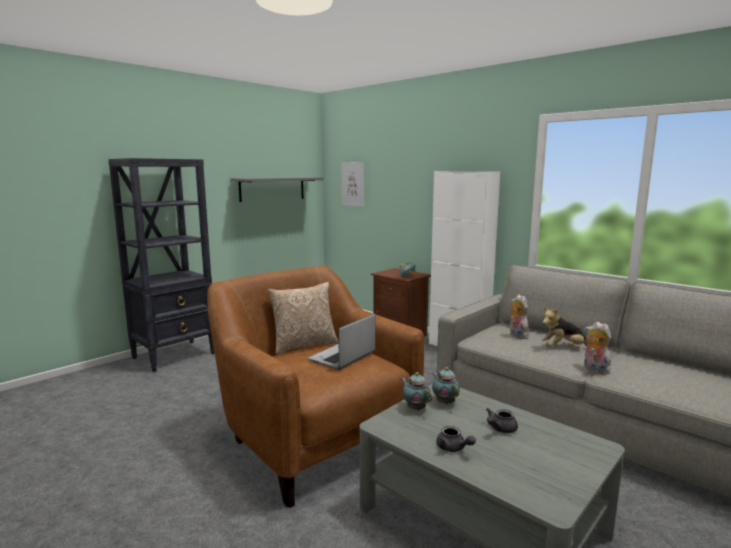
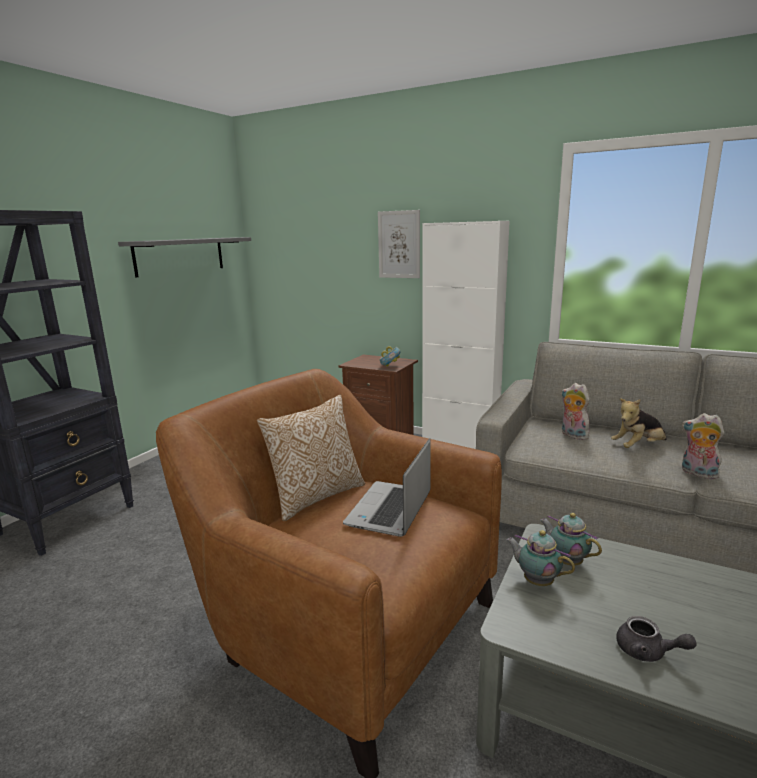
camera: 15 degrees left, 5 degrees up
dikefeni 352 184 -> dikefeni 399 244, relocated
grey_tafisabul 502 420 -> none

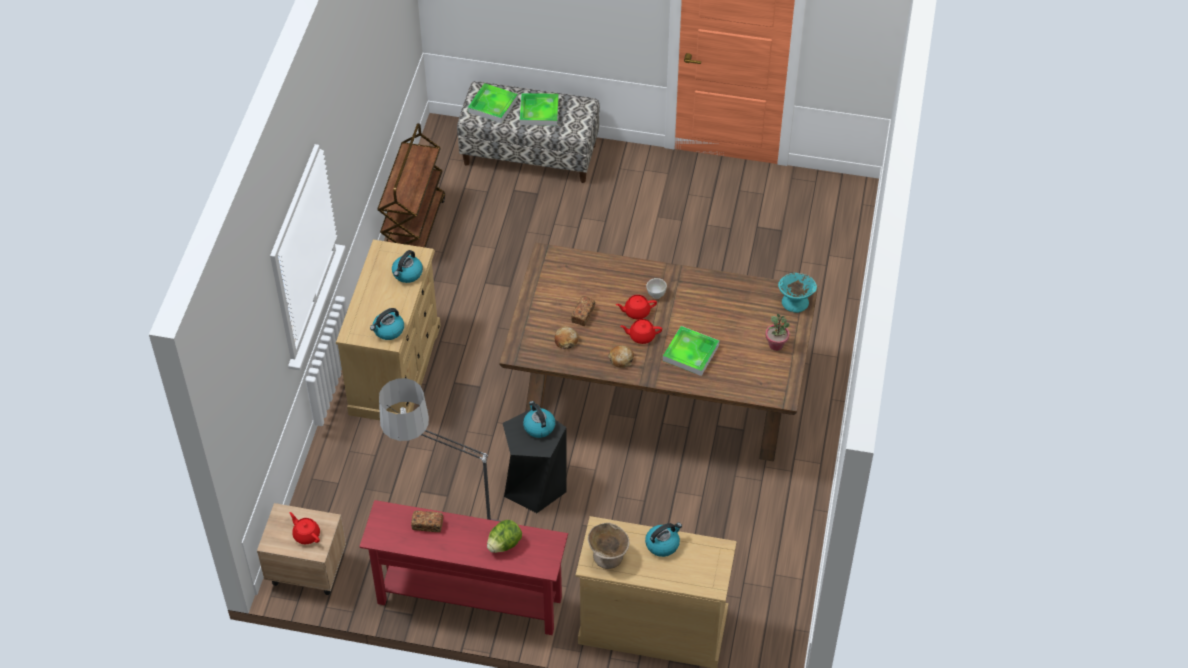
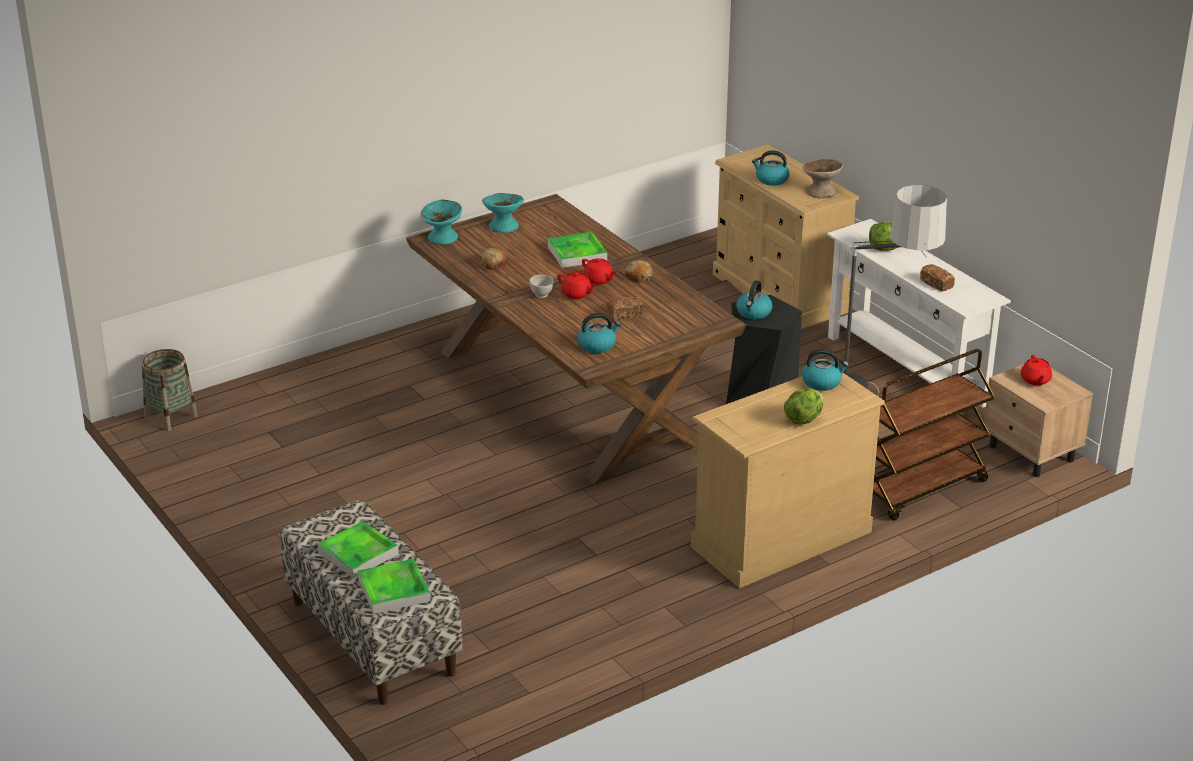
camera: 135 degrees left, 20 degrees down
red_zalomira 463 567 -> white_zalomira 919 313
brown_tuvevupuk 411 185 -> brown_tuvevupuk 934 435, relocated
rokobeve 407 266 -> rokobeve 599 333, relocated
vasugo 566 337 -> vasugo 494 259, relocated
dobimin 777 332 -> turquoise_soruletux 503 213
none -> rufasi 170 390
none -> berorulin 803 406

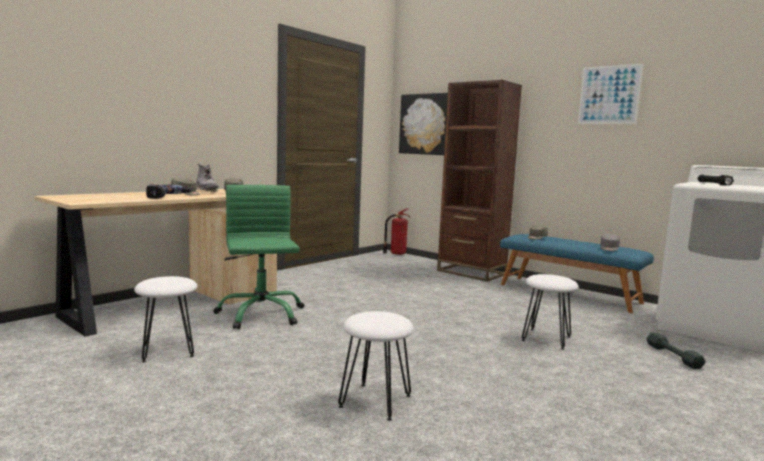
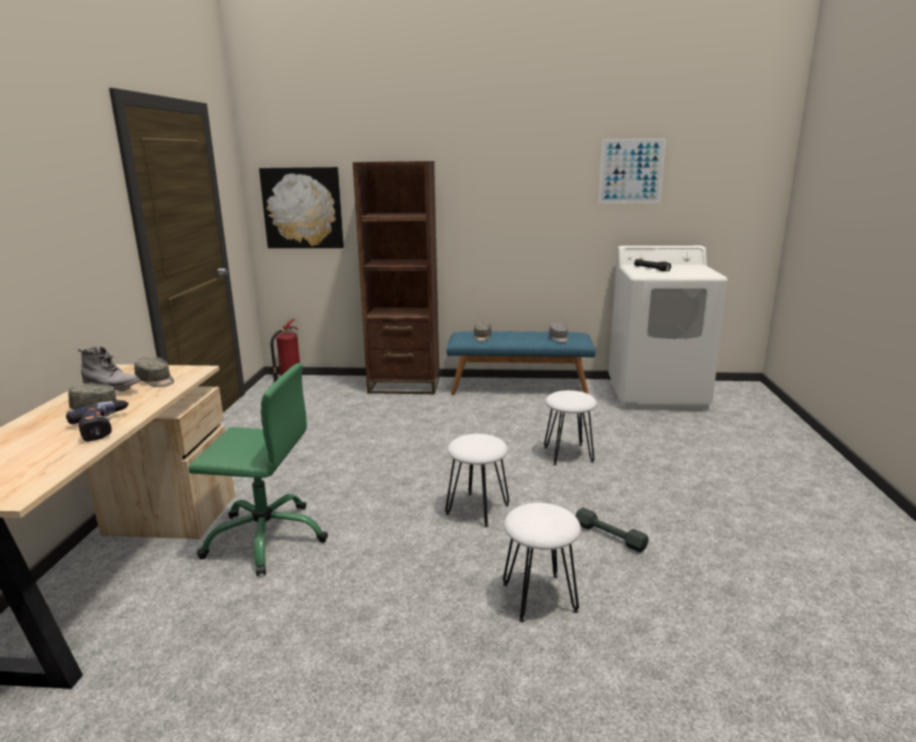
camera: 35 degrees left, 10 degrees up
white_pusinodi 165 319 -> white_pusinodi 477 480, relocated
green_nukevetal 258 257 -> green_nukevetal 258 469, 150 degrees clockwise
dikefeni 610 93 -> dikefeni 632 170, relocated
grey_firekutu 675 350 -> grey_firekutu 612 530, relocated

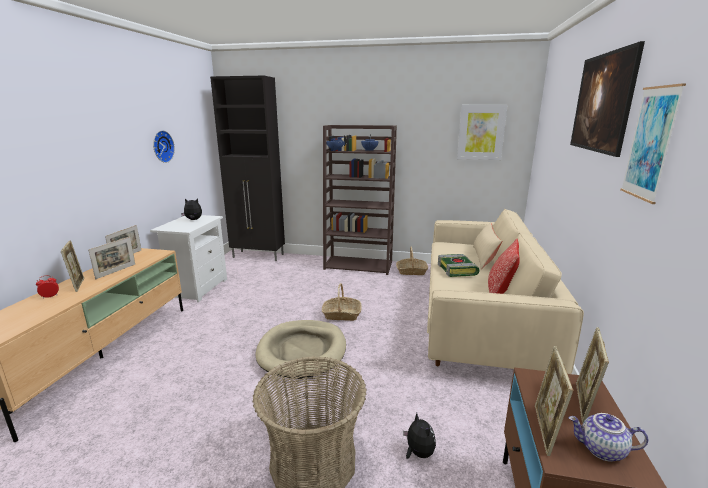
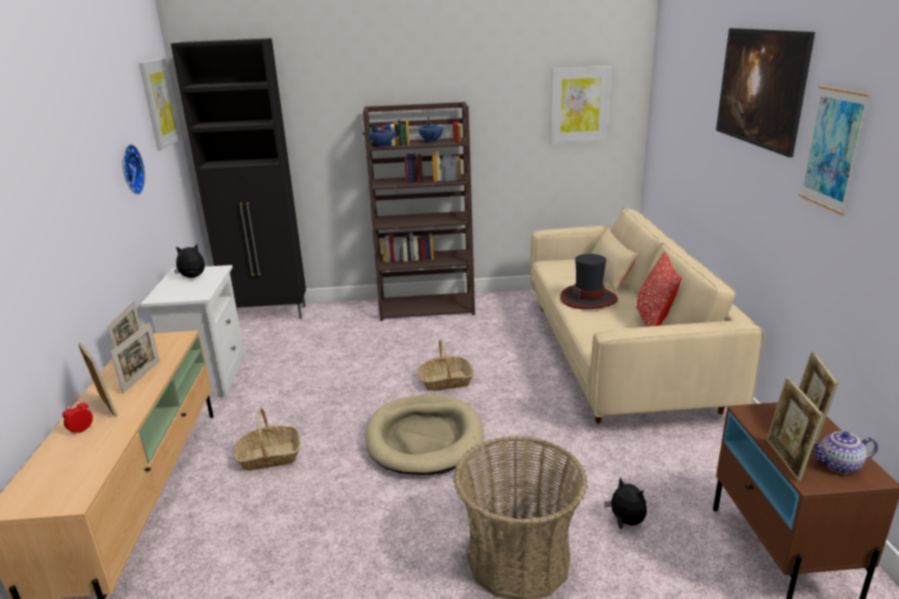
camera: 15 degrees left, 5 degrees up
rufasi 412 260 -> rufasi 267 439, relocated
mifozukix 459 265 -> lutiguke 589 281
none -> dikefeni 160 104

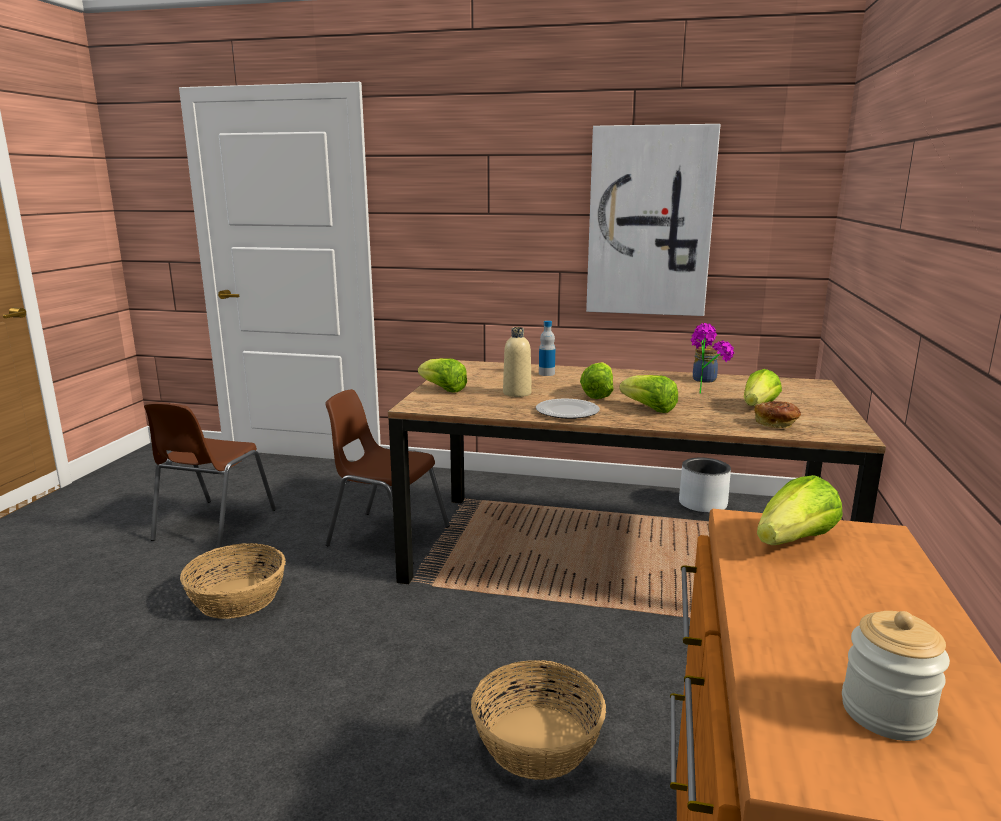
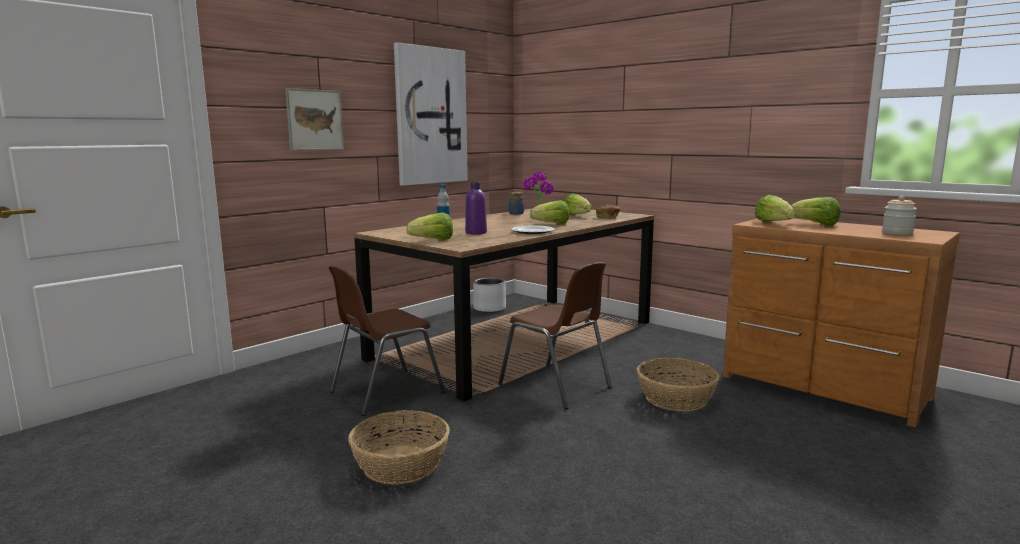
camera: 60 degrees left, 5 degrees down
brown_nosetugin 210 475 -> brown_nosetugin 555 335, relocated
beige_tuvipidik 517 362 -> purple_tuvipidik 476 208
berorulin 596 380 -> berorulin 816 211, relocated
none -> dikefeni 314 119

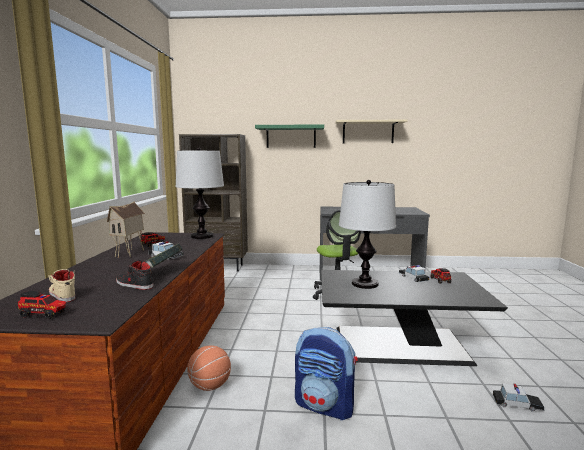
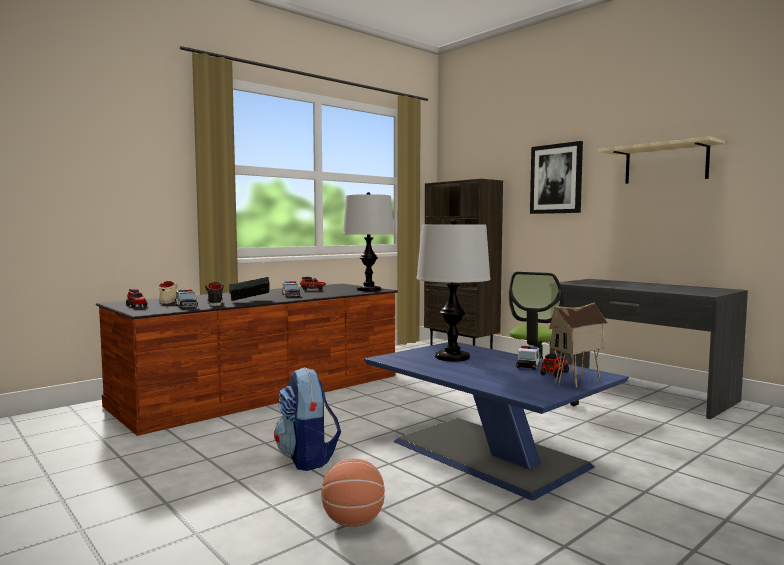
camera: 45 degrees right, 5 degrees down
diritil 126 229 -> diritil 578 345, relocated
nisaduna 209 368 -> nisaduna 353 493, relocated
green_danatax 289 136 -> dikefeni 556 177
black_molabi 414 318 -> blue_molabi 496 421
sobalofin 519 397 -> sobalofin 187 298, relocated

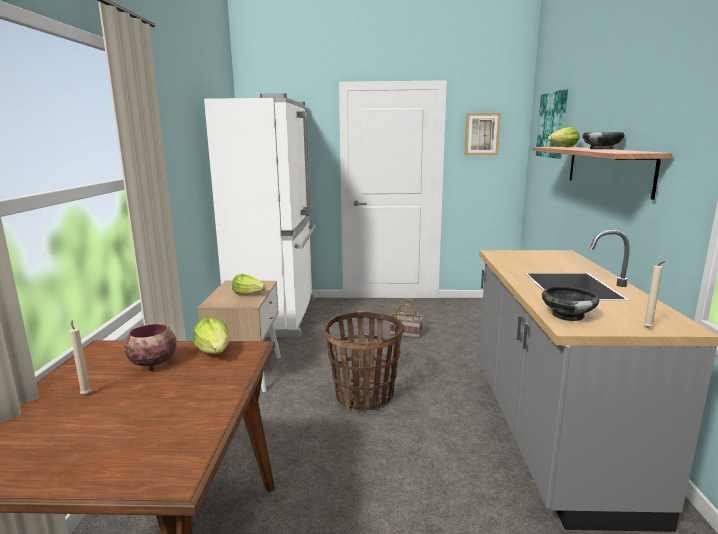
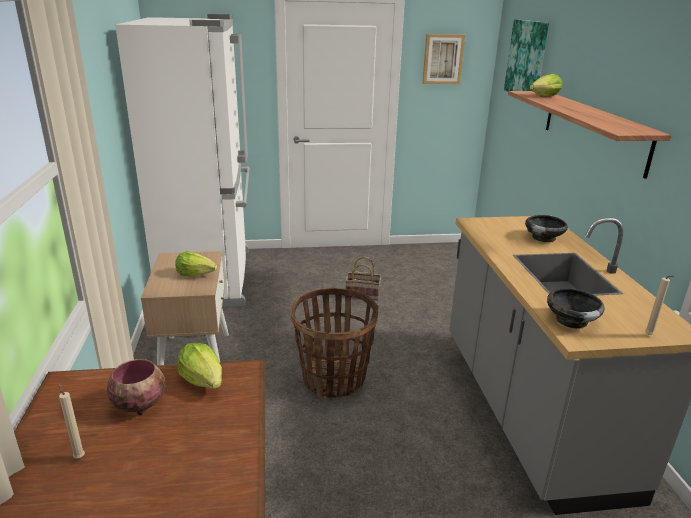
camera: 10 degrees left, 10 degrees up
black_soruletux 603 140 -> black_soruletux 546 228, relocated

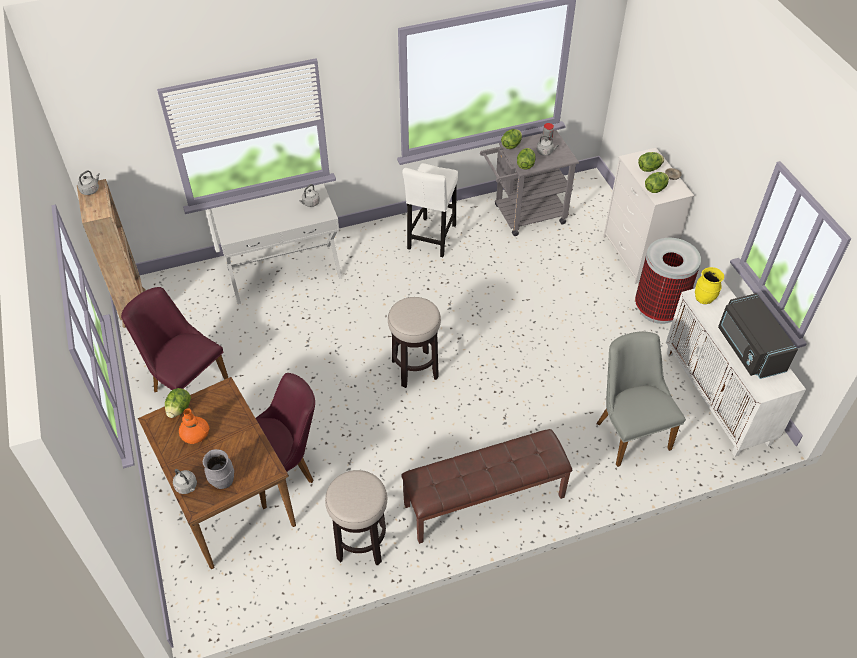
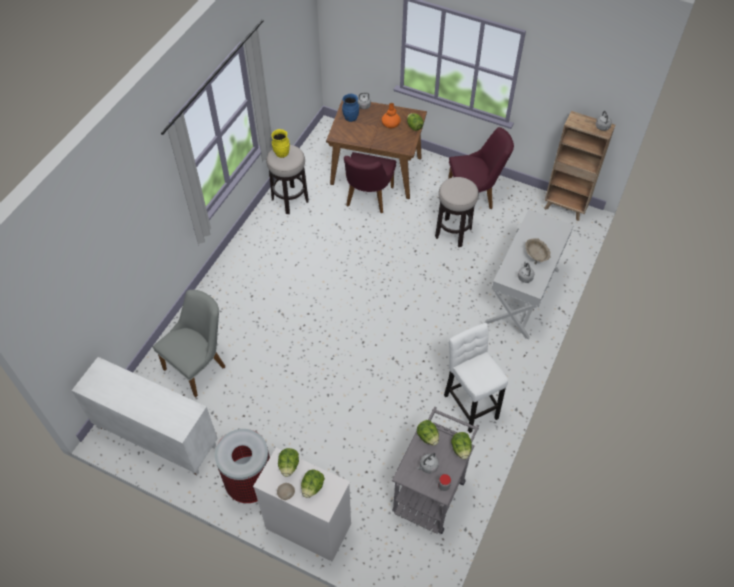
camera: 135 degrees right, 5 degrees up
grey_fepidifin 218 469 -> blue_fepidifin 350 108
pusinodi 414 342 -> pusinodi 457 212, relocated
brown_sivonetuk 486 486 -> none
grey_nosetugin 641 399 -> grey_nosetugin 189 344, 75 degrees counterclockwise
yellow_fepidifin 709 285 -> yellow_fepidifin 281 143, relocated
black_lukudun 758 336 -> none
none -> beige_soruletux 538 251

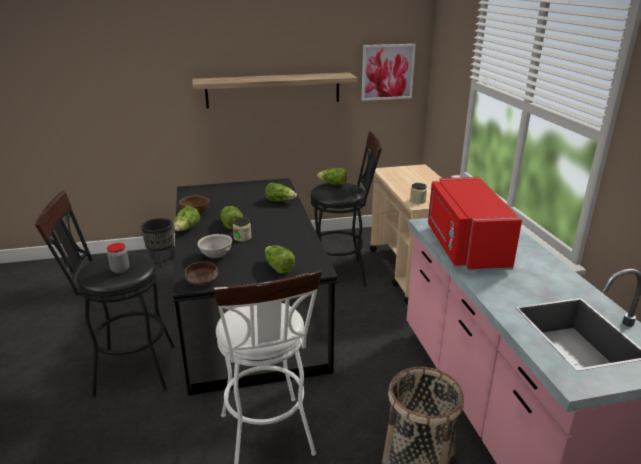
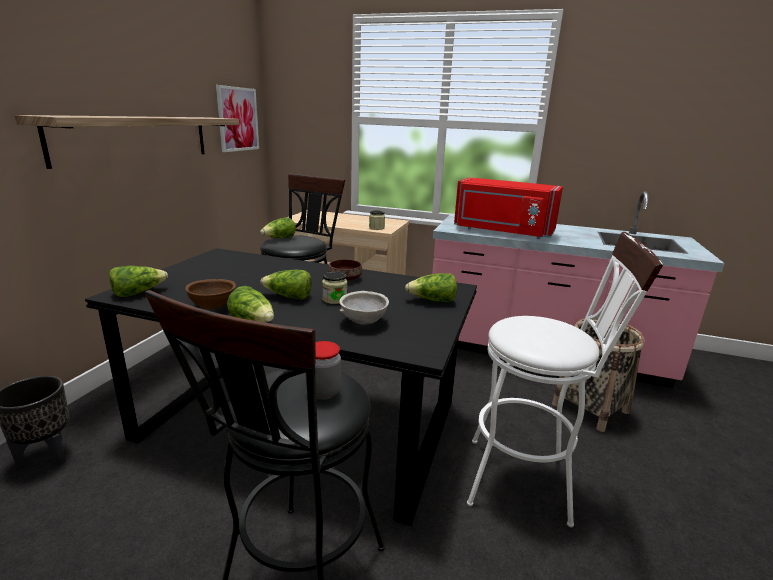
camera: 60 degrees left, 5 degrees down
brown_soruletux 201 274 -> brown_soruletux 345 269, relocated
berorulin 281 191 -> berorulin 138 281, relocated

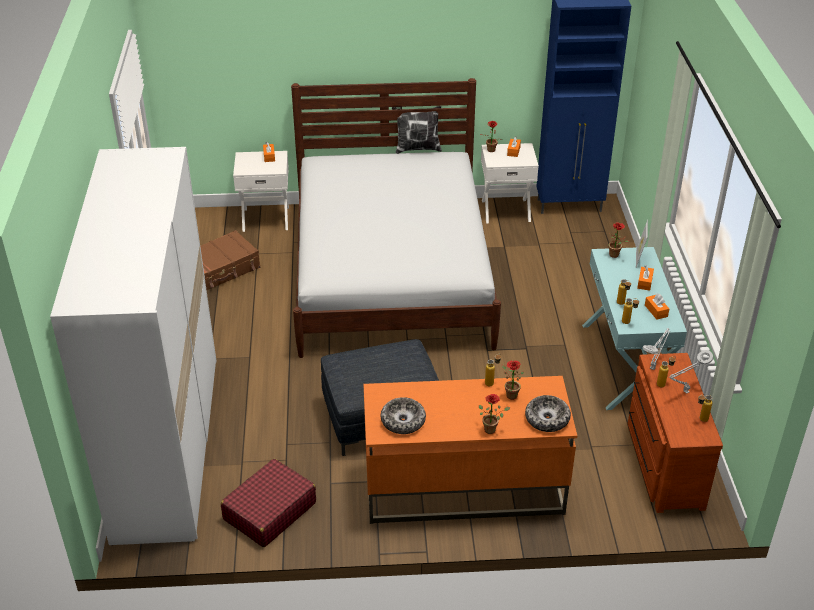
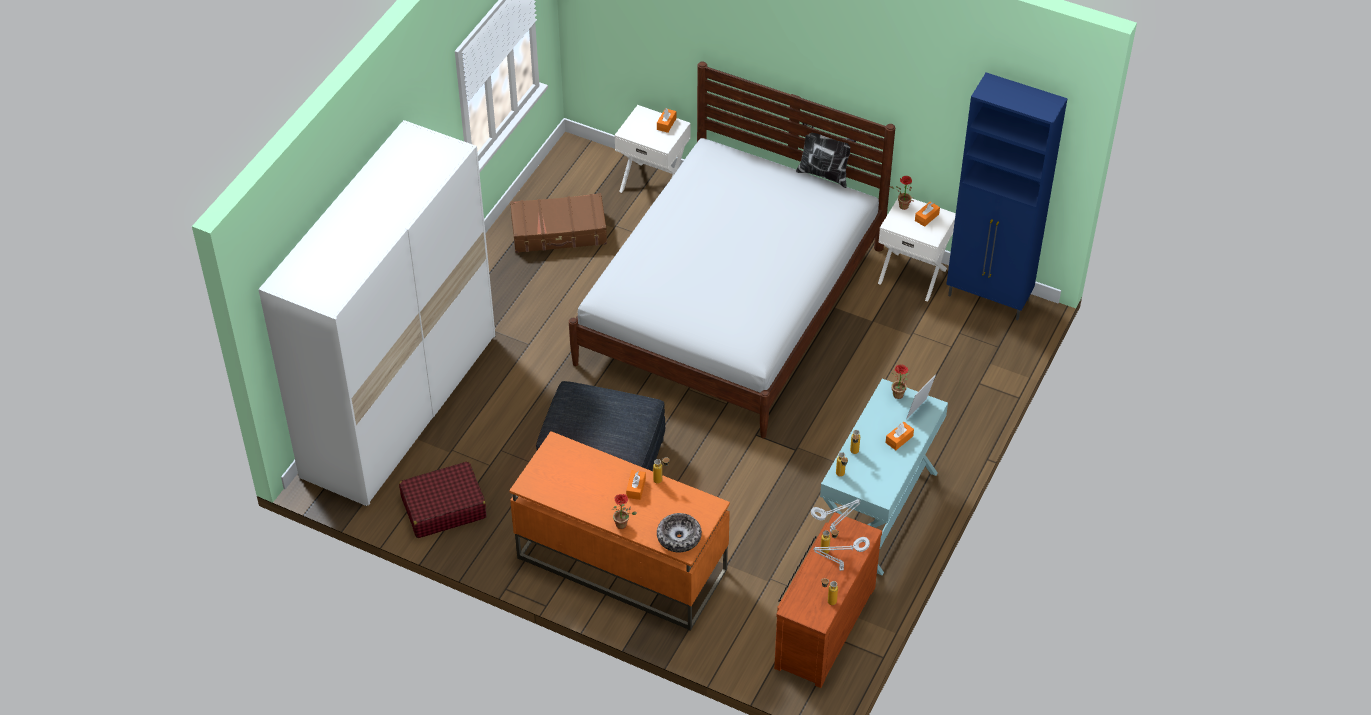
camera: 30 degrees right, 10 degrees up
soruletux 403 415 -> none
dobimin 513 380 -> none
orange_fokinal 657 306 -> orange_fokinal 636 485, relocated

